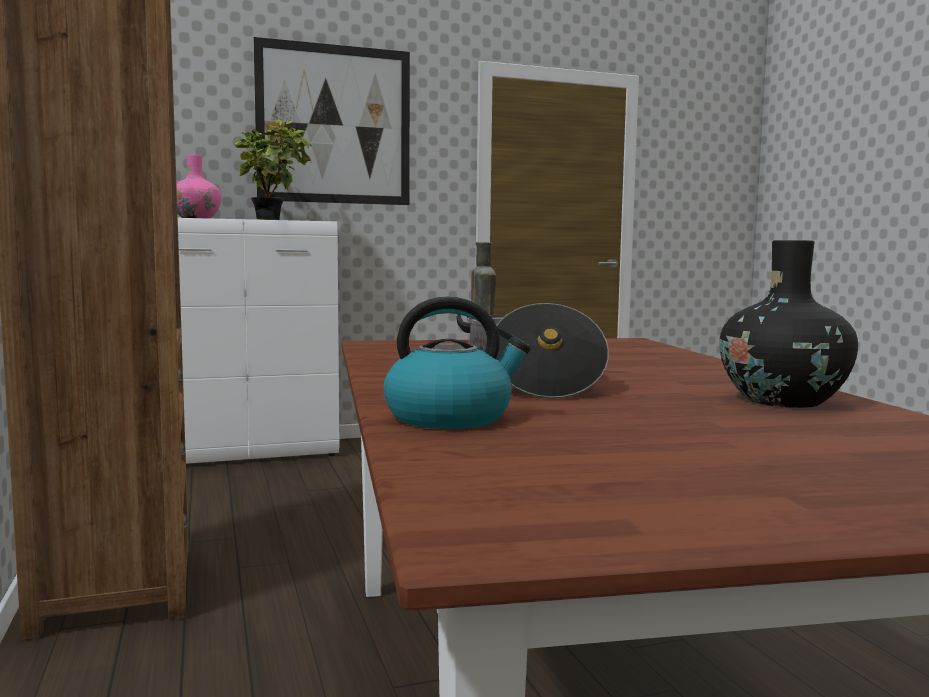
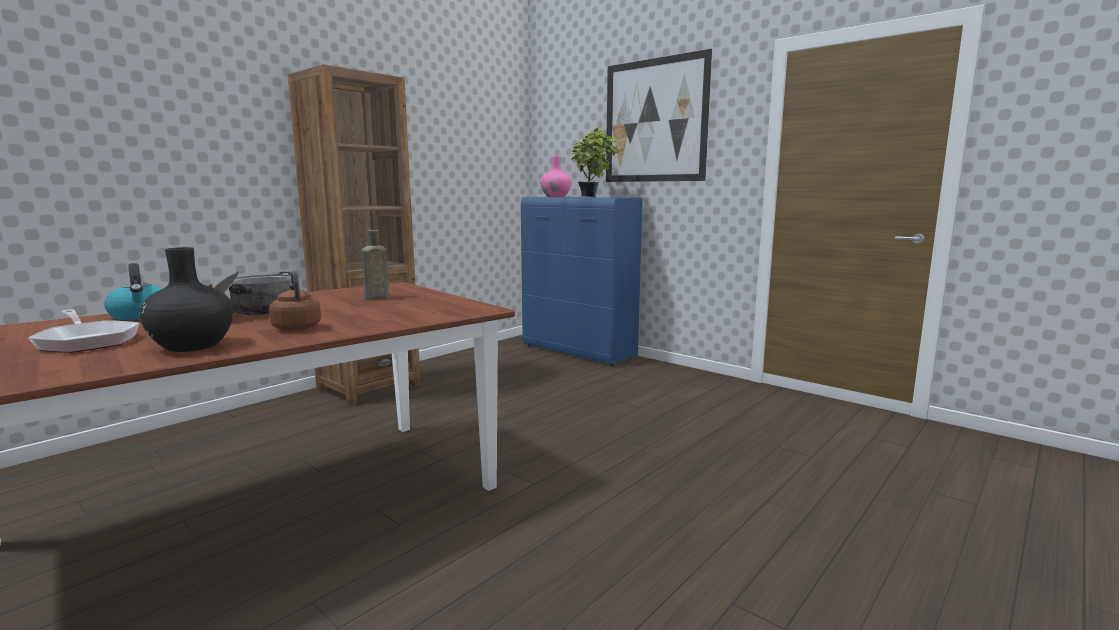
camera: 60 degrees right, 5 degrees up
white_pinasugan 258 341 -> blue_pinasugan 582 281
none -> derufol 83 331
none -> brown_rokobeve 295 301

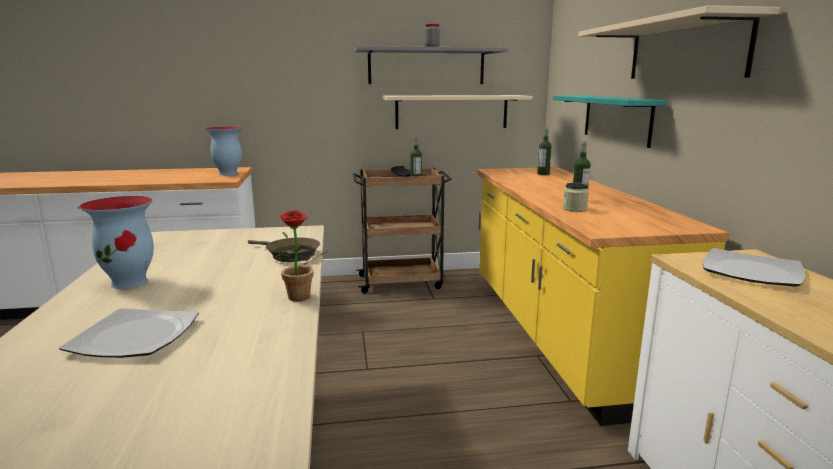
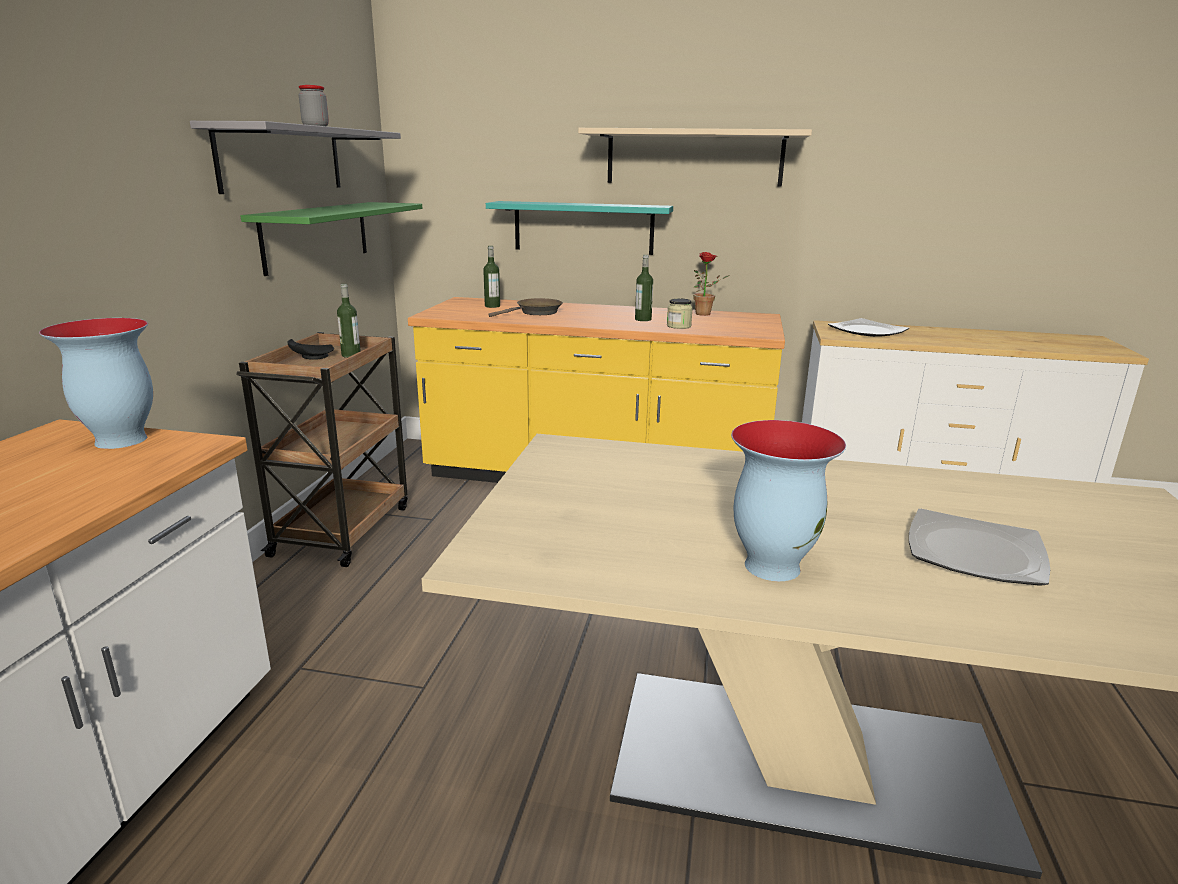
camera: 70 degrees left, 5 degrees up
brown_derufol 284 250 -> brown_derufol 525 307, relocated
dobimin 301 255 -> dobimin 711 284, relocated
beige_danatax 458 112 -> green_danatax 331 239

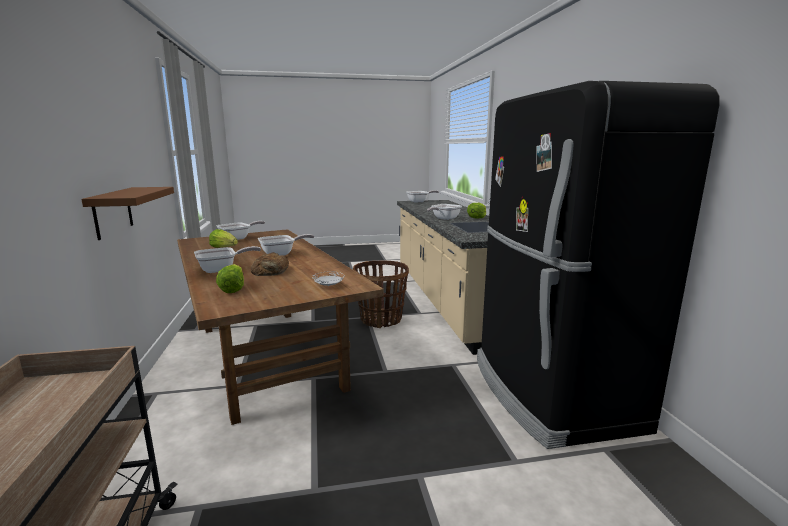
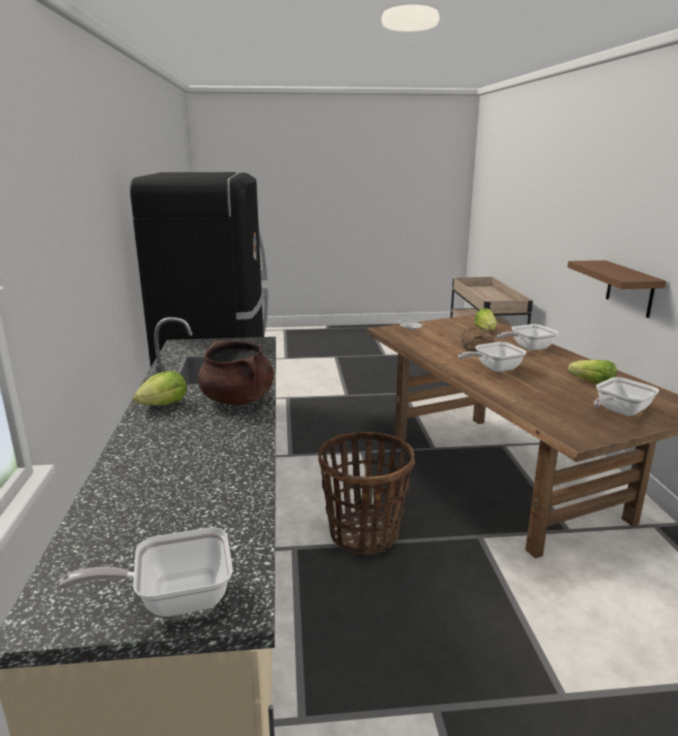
camera: 175 degrees left, 5 degrees up
derufol 444 212 -> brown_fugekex 236 373

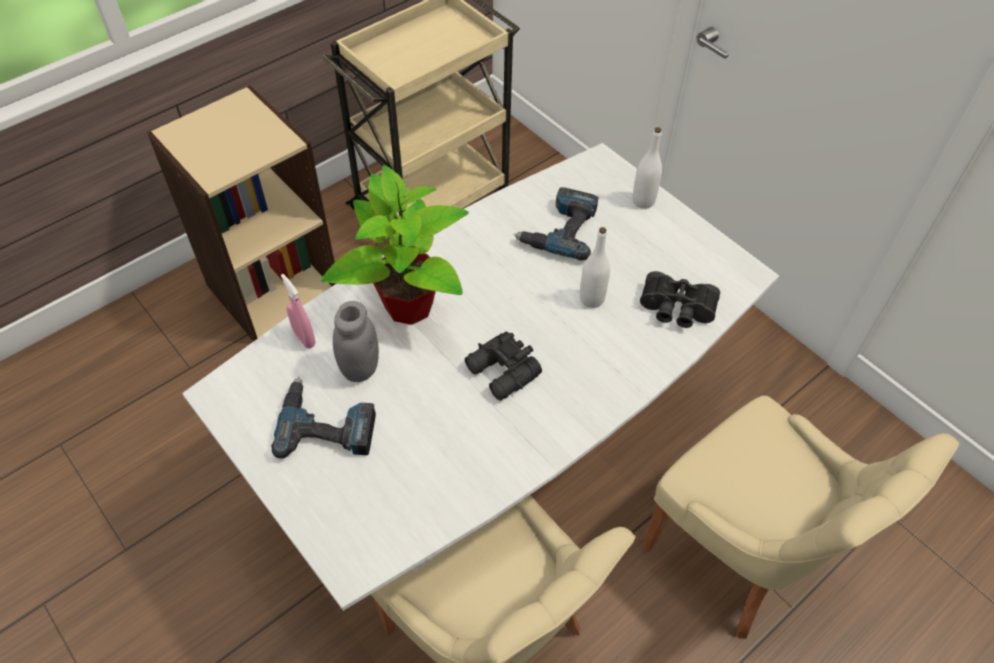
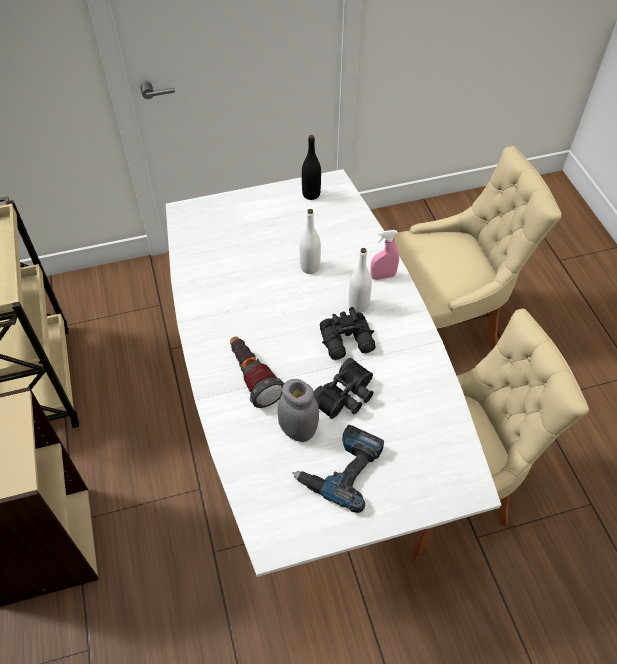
camera: 65 degrees left, 0 degrees up
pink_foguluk 298 311 -> pink_foguluk 384 255, relocated
dobimin 395 245 -> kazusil 257 372
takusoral 555 223 -> none
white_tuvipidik 647 168 -> white_tuvipidik 360 280, relocated
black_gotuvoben 680 299 -> black_gotuvoben 344 388, relocated
none -> black_tuvipidik 311 167

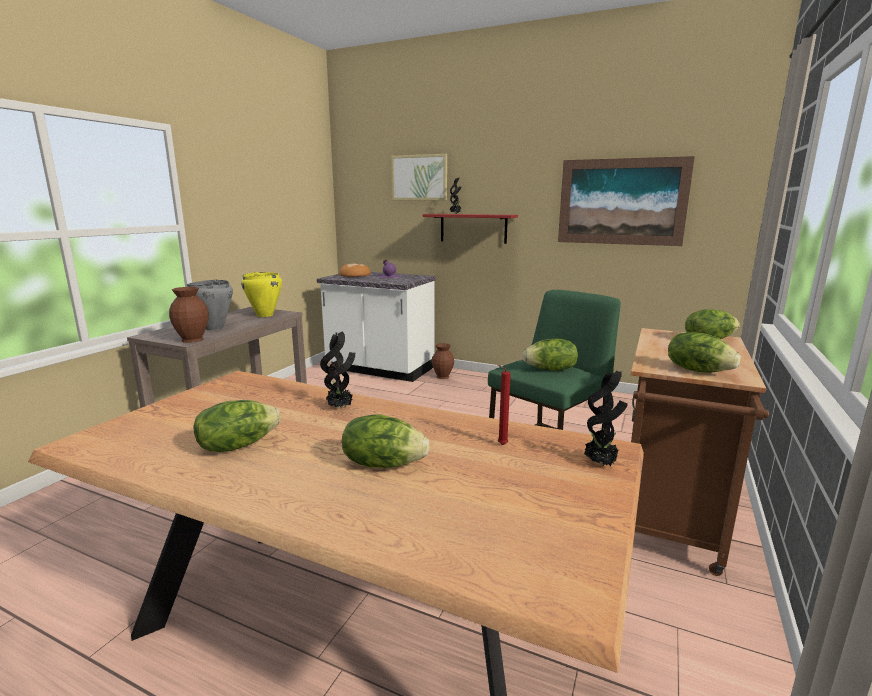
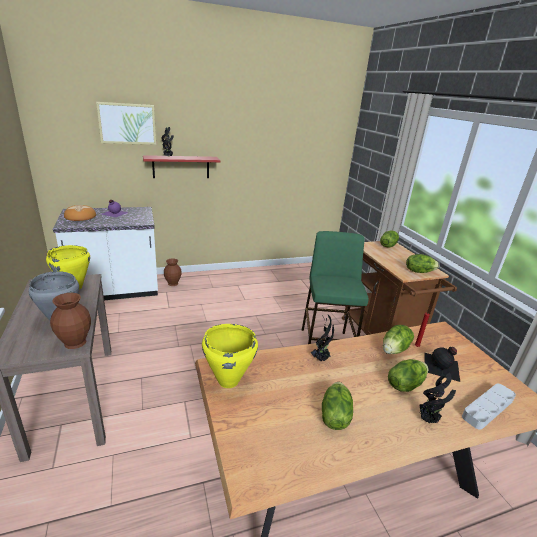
camera: 45 degrees left, 10 degrees up
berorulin 550 355 -> berorulin 398 339, relocated
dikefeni 626 201 -> none
dobimin 606 419 -> dobimin 437 396, relocated
none -> yellow_fugekex 230 356
none -> black_tuvipidik 442 364
none -> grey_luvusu 489 406

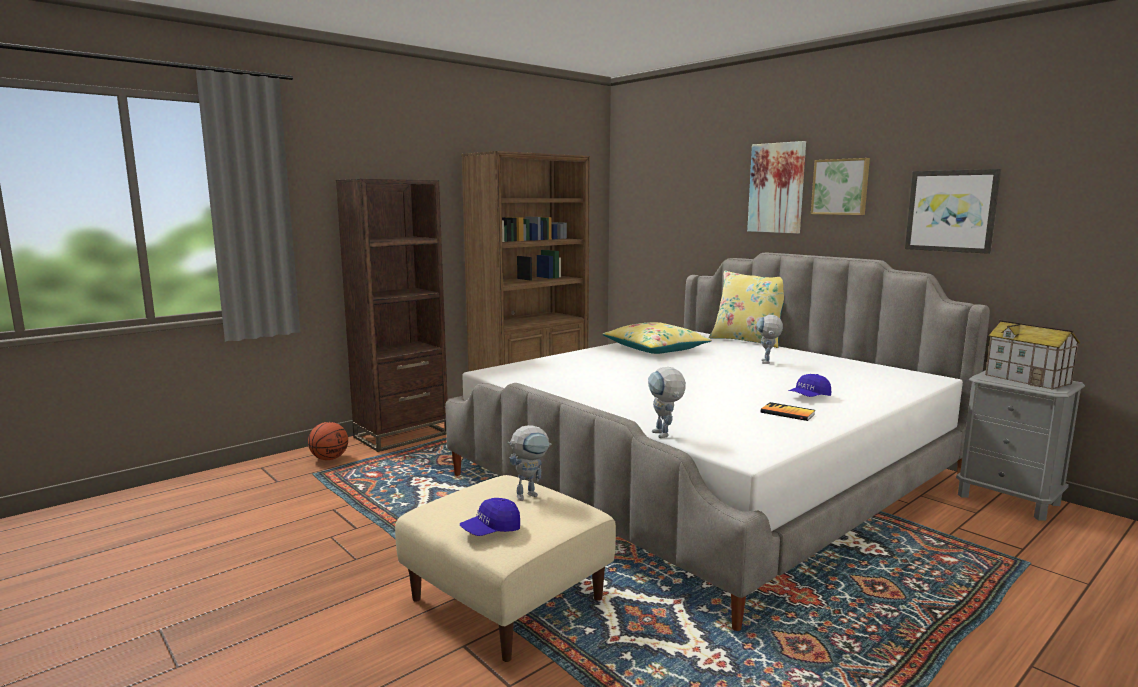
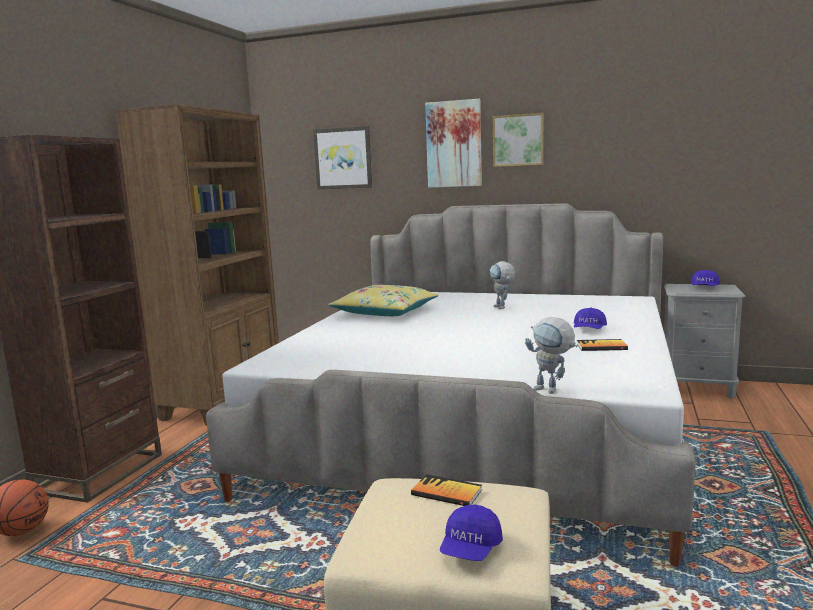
camera: 30 degrees left, 0 degrees up
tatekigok 529 463 -> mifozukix 446 490
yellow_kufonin 746 309 -> none
dikefeni 953 211 -> dikefeni 342 157, relocated
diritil 1032 354 -> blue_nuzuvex 705 278

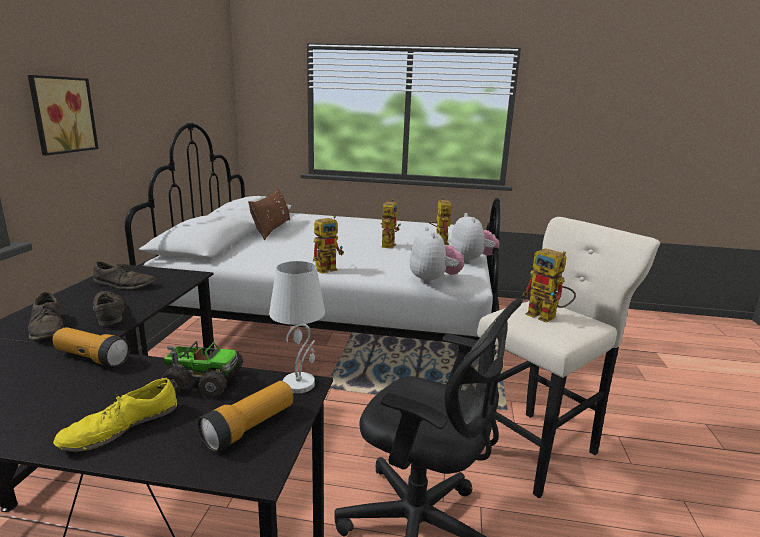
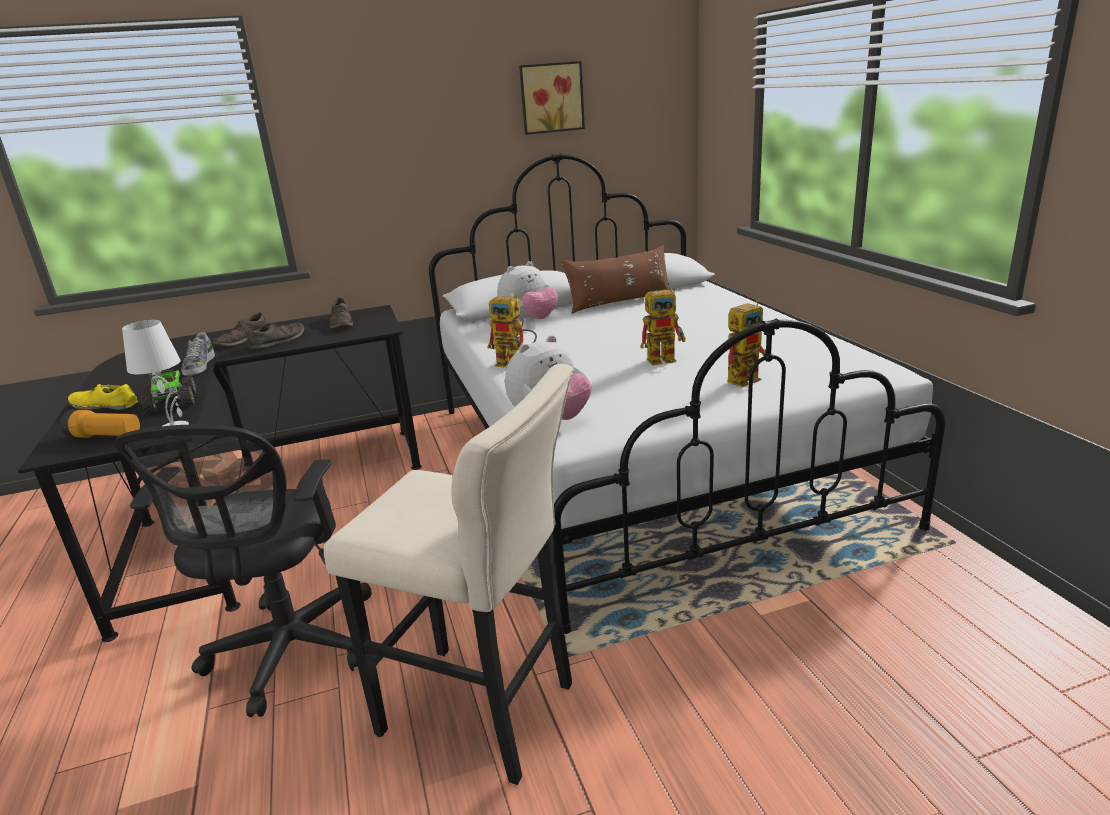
camera: 65 degrees right, 5 degrees up
dikefeni 63 115 -> dikefeni 552 98, relocated
kazusil 91 347 -> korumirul 198 354
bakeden 475 238 -> bakeden 527 291, relocated
tatekigok 549 285 -> none

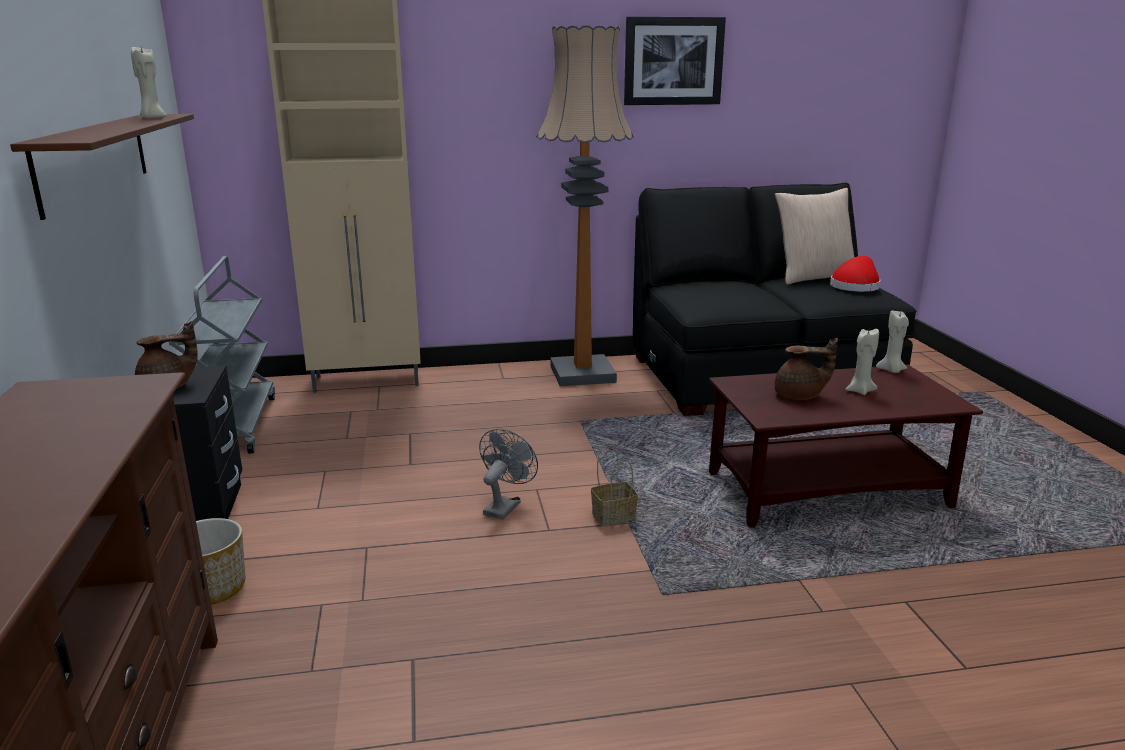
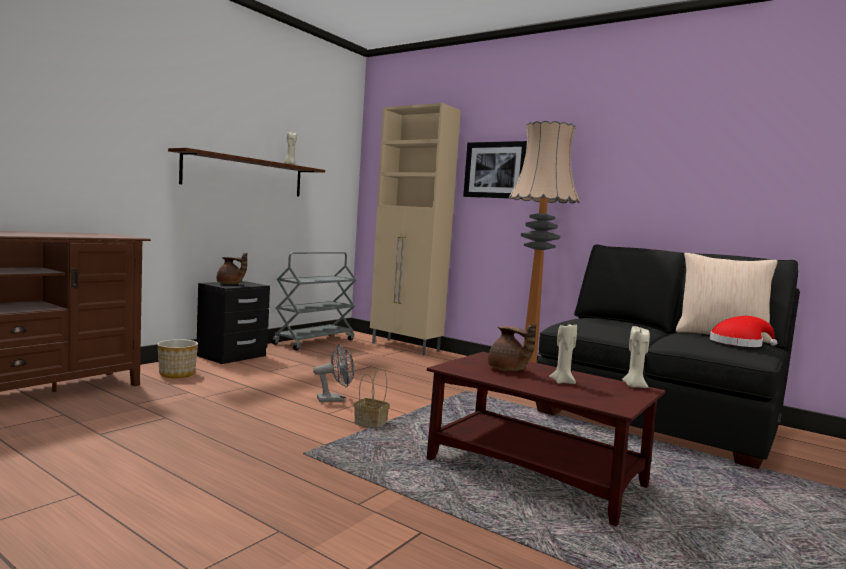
camera: 45 degrees right, 15 degrees down
dikefeni 675 61 -> dikefeni 495 170, relocated

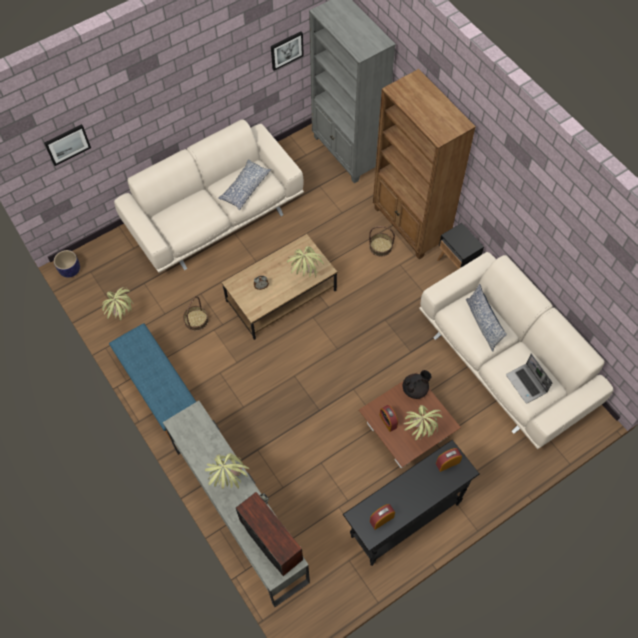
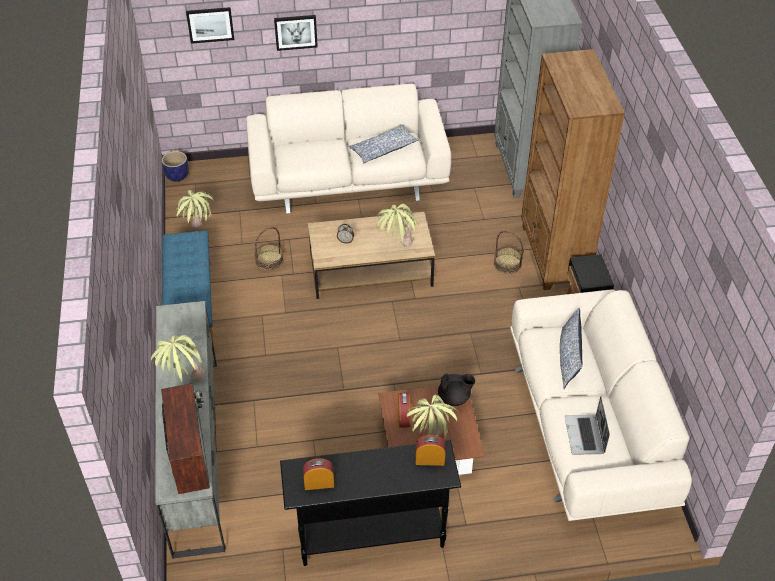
camera: 25 degrees right, 15 degrees down
dikefeni 287 51 -> dikefeni 296 33, relocated

